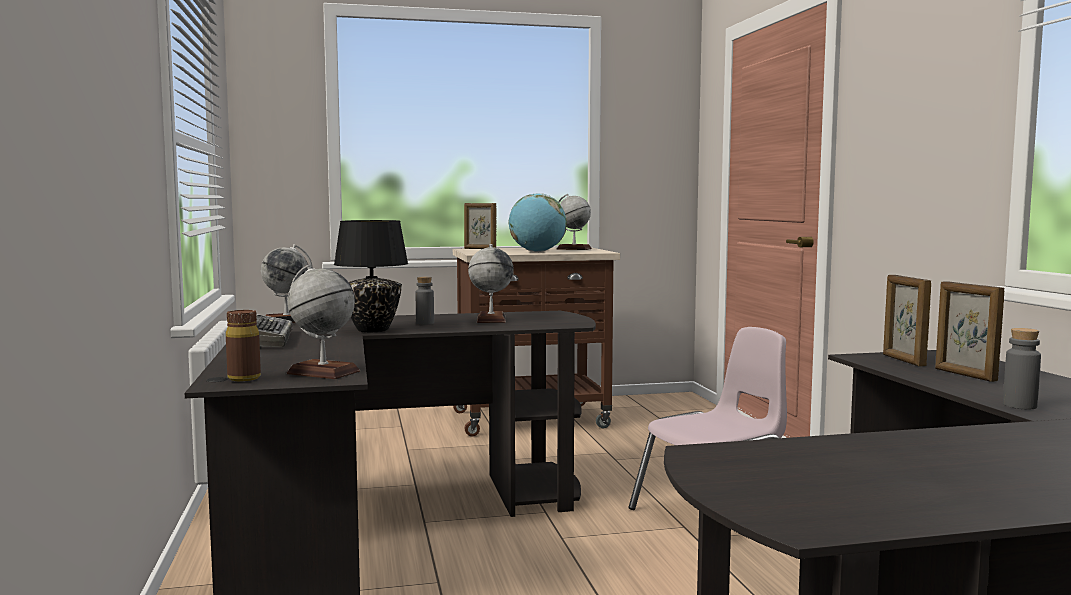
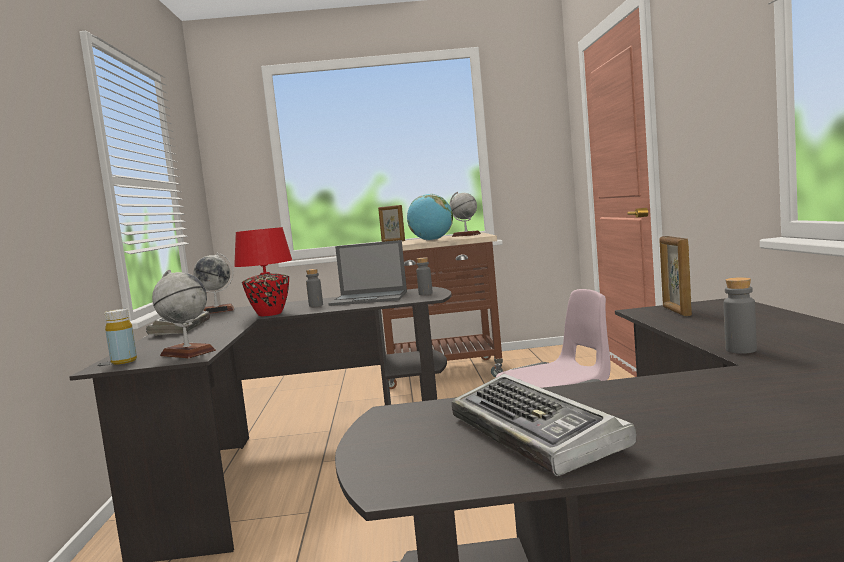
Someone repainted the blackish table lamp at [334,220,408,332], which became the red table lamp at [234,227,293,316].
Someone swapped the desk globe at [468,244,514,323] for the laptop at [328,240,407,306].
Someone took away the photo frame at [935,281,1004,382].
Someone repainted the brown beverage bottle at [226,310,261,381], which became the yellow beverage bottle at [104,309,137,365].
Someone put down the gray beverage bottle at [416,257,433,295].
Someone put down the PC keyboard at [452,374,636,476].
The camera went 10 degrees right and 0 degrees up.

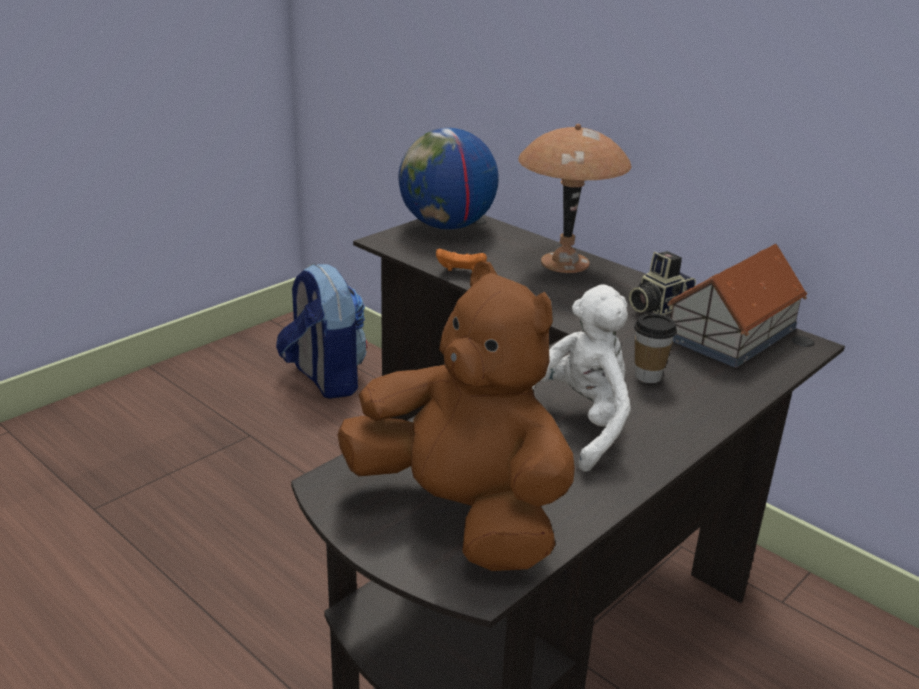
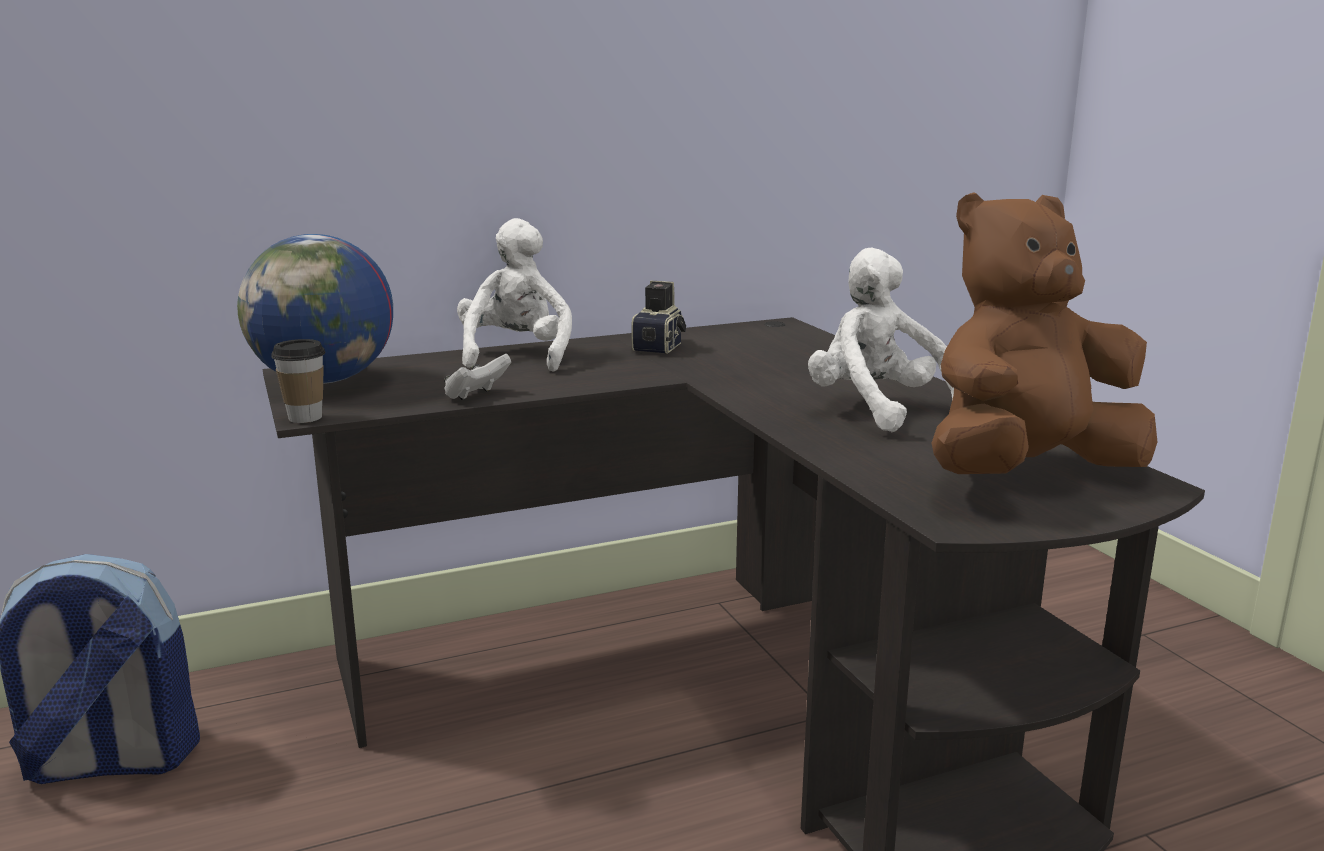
Someone swapped the brown table lamp at [518,124,632,273] for the white-coloured soft toy at [457,218,572,372].
Someone took away the toy house at [667,244,808,368].
Someone repainted the orange game controller at [436,249,487,271], which became the white-coloured game controller at [444,354,511,400].
Someone rotated the photo camera at [629,251,696,315] by 150 degrees counterclockwise.
Someone carried the cup from [634,313,677,383] to [271,339,325,423].
The camera went 65 degrees left and 10 degrees down.

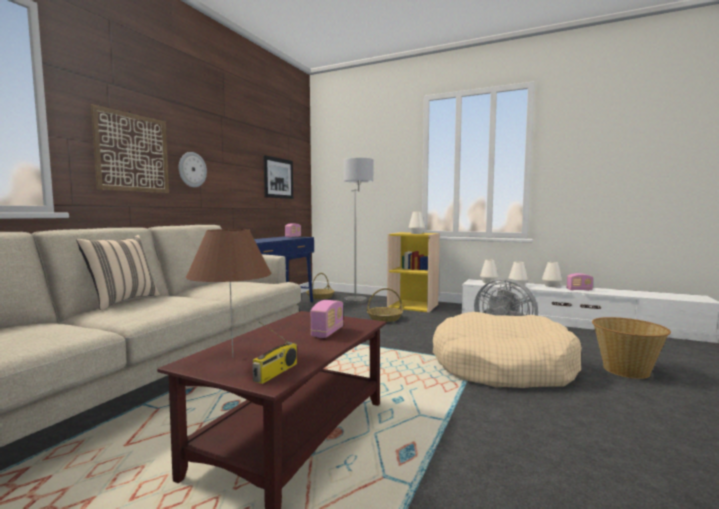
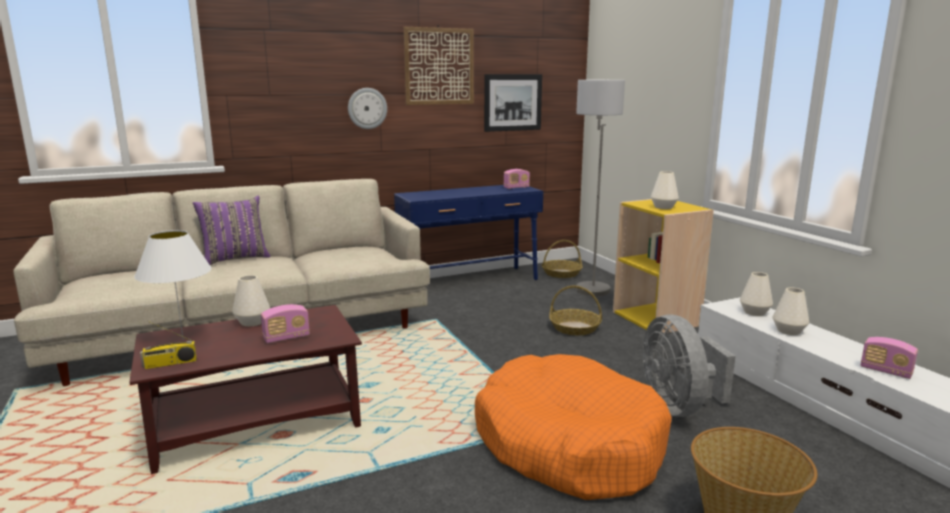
Someone carried the wall art from [91,104,169,193] to [404,25,474,105].
Someone repainted the brown table lamp at [186,229,272,357], which became the white-coloured table lamp at [134,230,212,340].
Someone repainted the beige throw pillow at [76,235,160,310], which became the purplish throw pillow at [193,196,271,265].
Someone carried the white-coloured flower vase from [542,262,562,287] to [232,275,270,326].
Someone repainted the beige dog cushion at [433,312,582,388], which became the orange dog cushion at [475,354,672,500].
The camera went 40 degrees right and 10 degrees up.

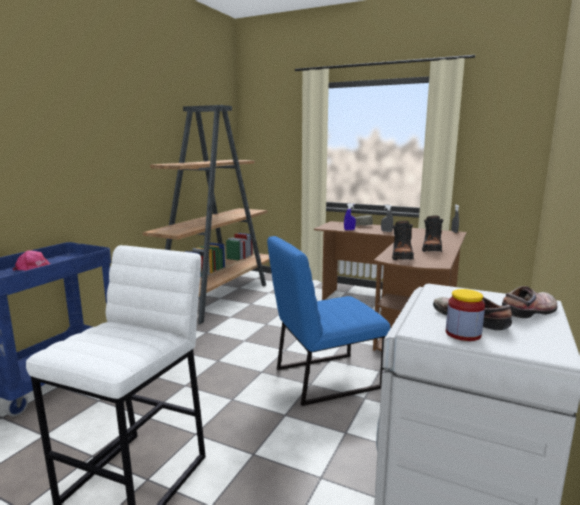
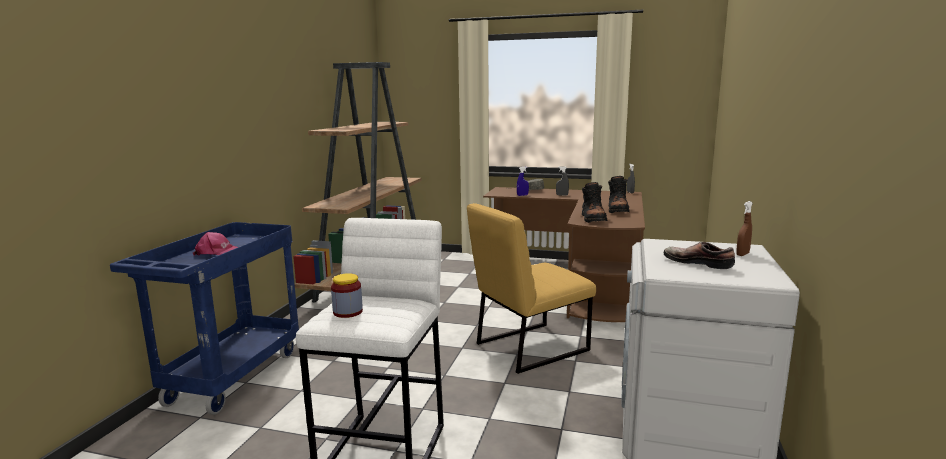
Someone repainted the bluish upright chair at [267,236,390,406], which became the yellow upright chair at [467,203,596,374].
Someone swapped the shoe at [502,286,557,318] for the brown hand sprayer at [736,201,753,256].
Someone carried the storage jar from [446,289,485,341] to [331,273,363,318].
The camera went 10 degrees left and 0 degrees up.

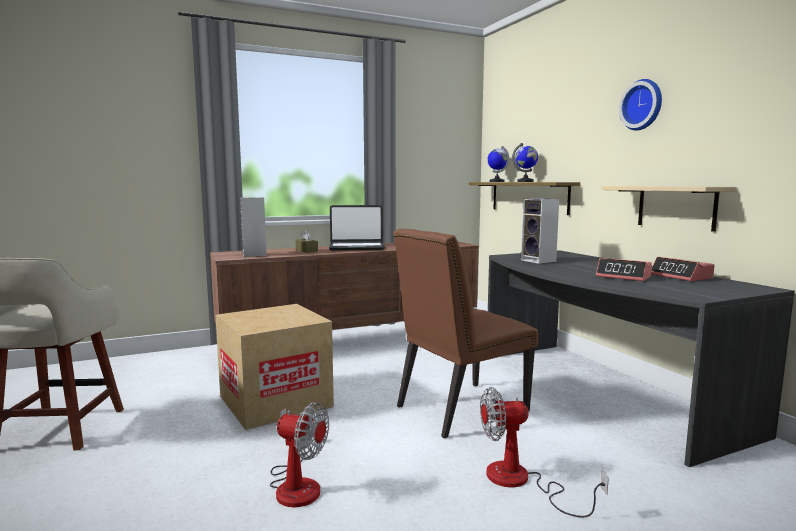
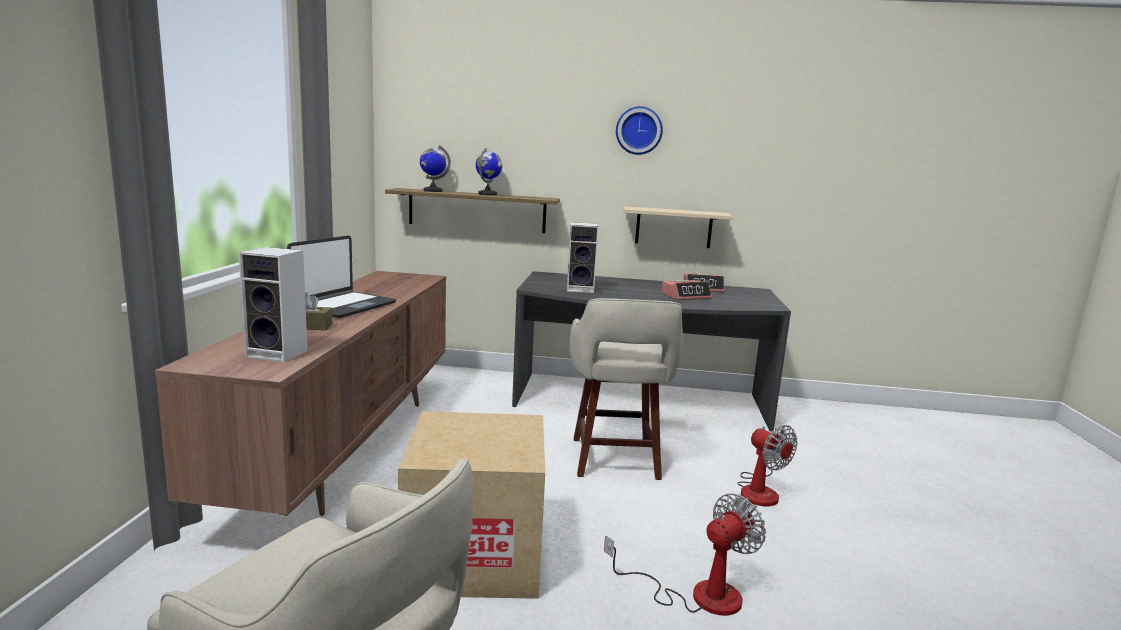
Someone swapped the brown upright chair at [393,229,538,438] for the beige stool seat at [570,298,683,480].
Someone rotated the fan at [480,387,609,518] by 60 degrees counterclockwise.
The camera went 60 degrees left and 5 degrees up.

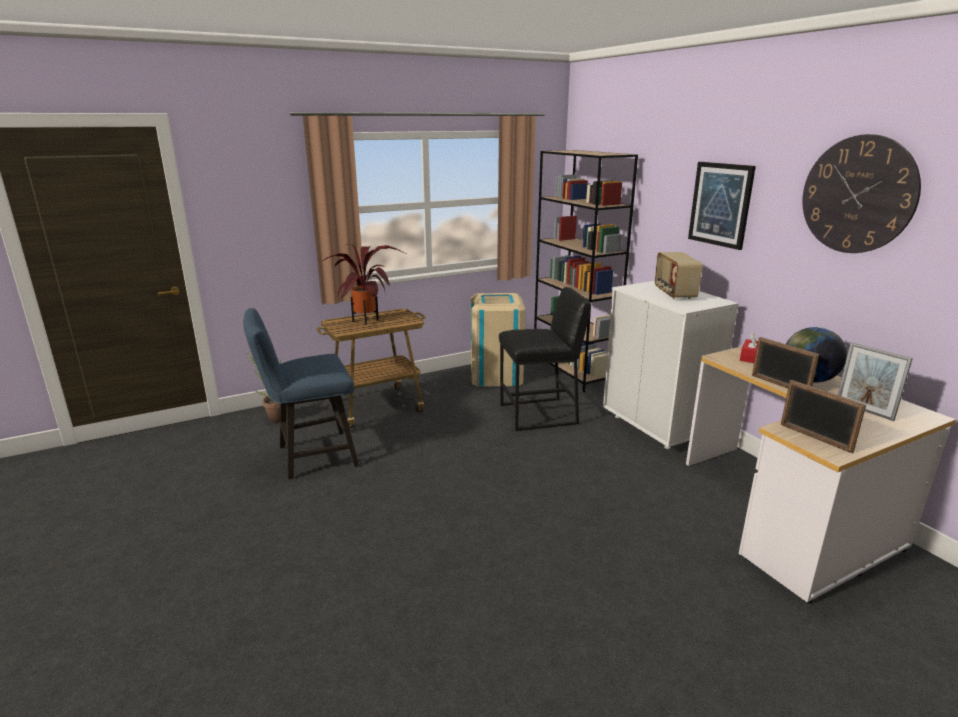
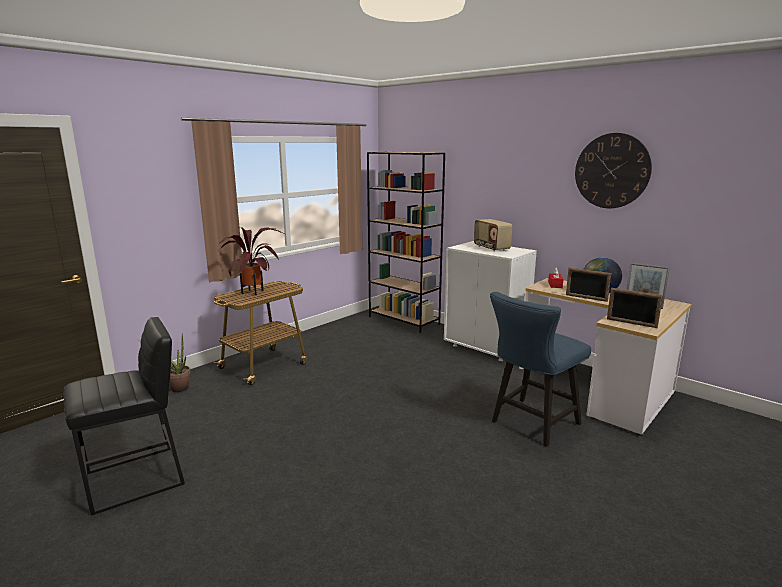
Someone took away the wall art at [688,162,756,250].
Someone carried the blackish upright chair from [499,287,591,431] to [64,317,185,516].
Someone took away the beige waste bin at [471,293,525,387].
Someone carried the bluish upright chair from [243,308,359,479] to [490,292,591,447].
The camera went 20 degrees left and 5 degrees down.

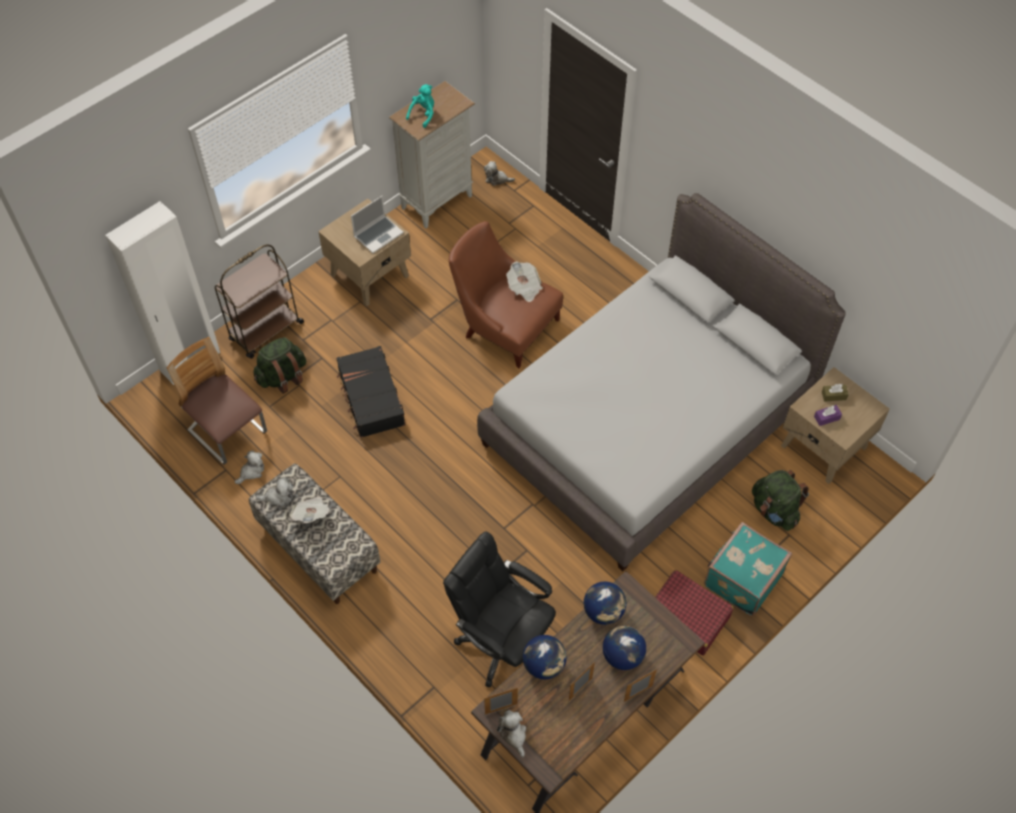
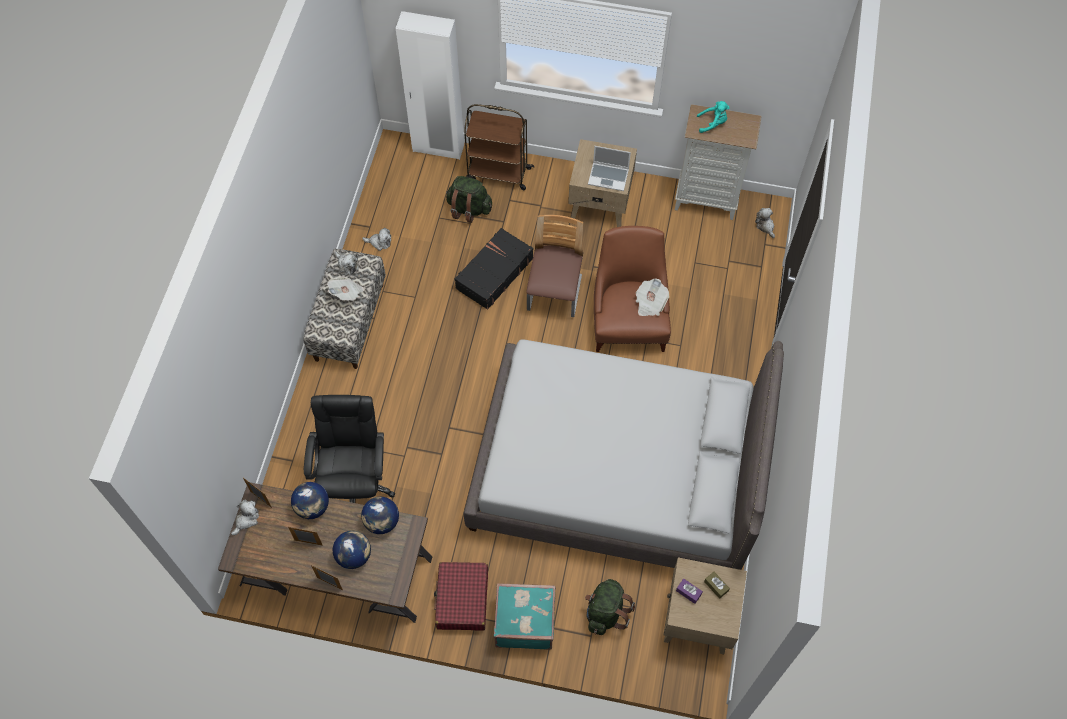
Someone carried the upright chair from [167,337,267,465] to [526,215,583,317].
The camera went 55 degrees right and 5 degrees up.

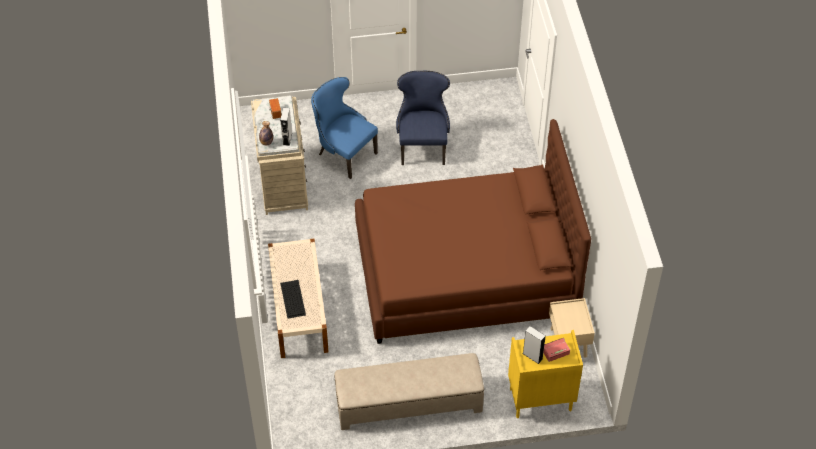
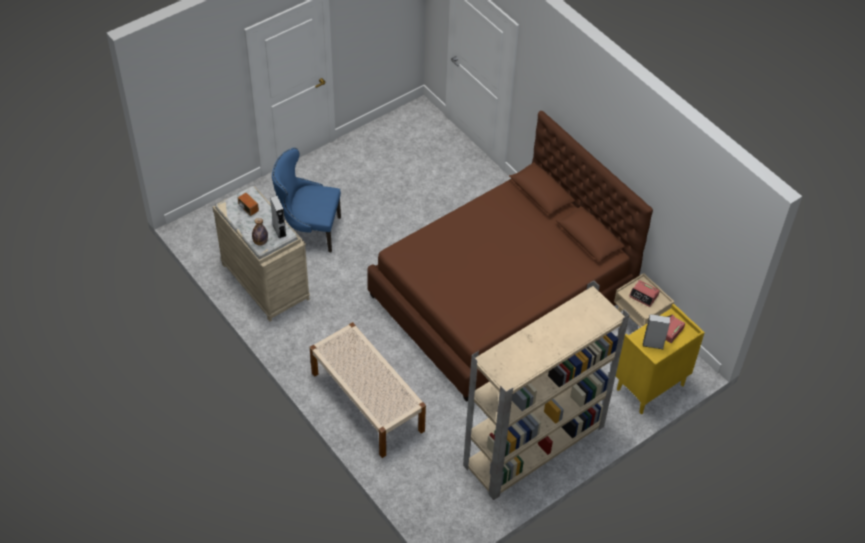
Someone took away the bluish upright chair at [396,71,450,165].
Someone took away the PC keyboard at [280,280,306,319].
Someone swapped the beige long seat at [334,353,484,430] for the beige bookcase at [463,281,629,500].
Someone put down the bedside clock at [629,280,660,307].
The camera went 30 degrees left and 0 degrees up.

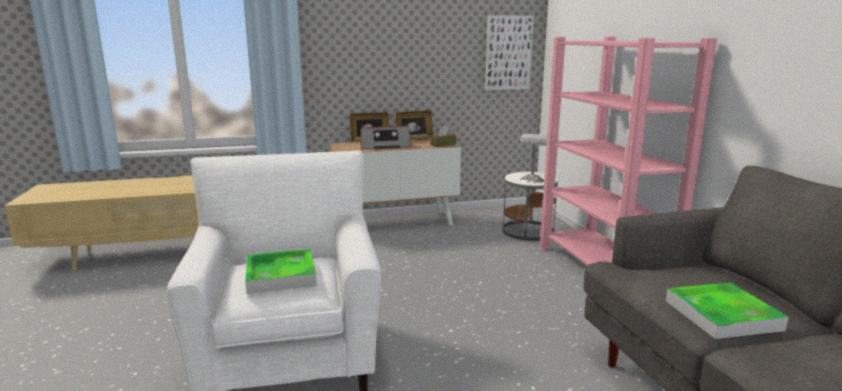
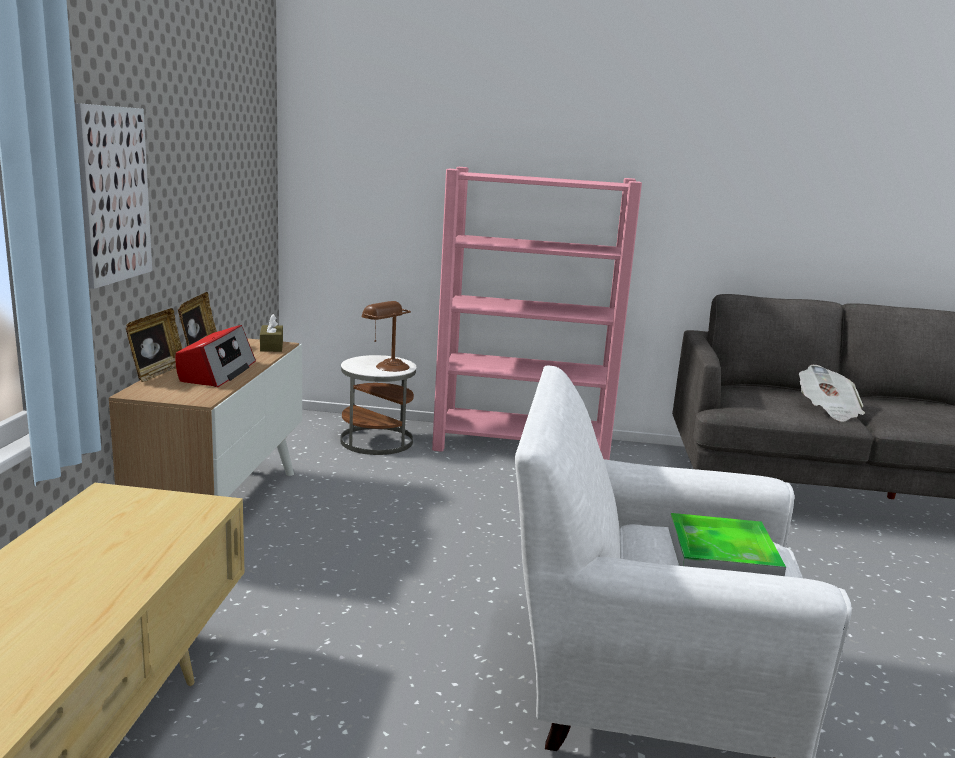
Someone carried the wall art from [485,15,534,90] to [75,103,152,289].
Someone repainted the white-coloured table lamp at [517,134,547,183], which became the brown table lamp at [362,301,411,372].
Someone swapped the tray at [666,282,789,339] for the newspaper at [799,365,865,422].
The camera went 70 degrees left and 0 degrees up.

